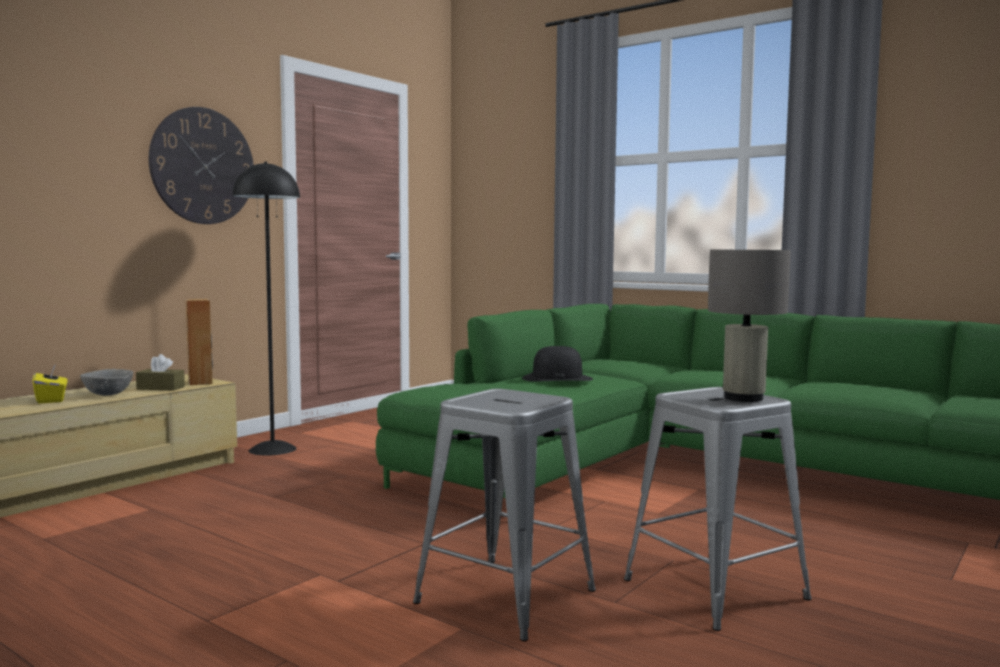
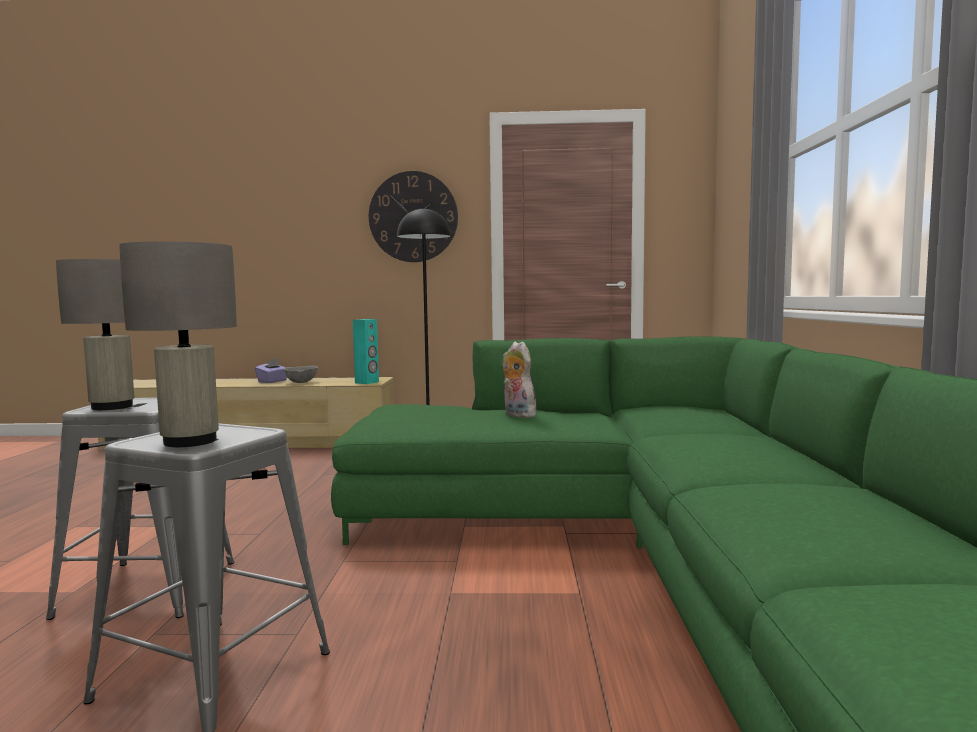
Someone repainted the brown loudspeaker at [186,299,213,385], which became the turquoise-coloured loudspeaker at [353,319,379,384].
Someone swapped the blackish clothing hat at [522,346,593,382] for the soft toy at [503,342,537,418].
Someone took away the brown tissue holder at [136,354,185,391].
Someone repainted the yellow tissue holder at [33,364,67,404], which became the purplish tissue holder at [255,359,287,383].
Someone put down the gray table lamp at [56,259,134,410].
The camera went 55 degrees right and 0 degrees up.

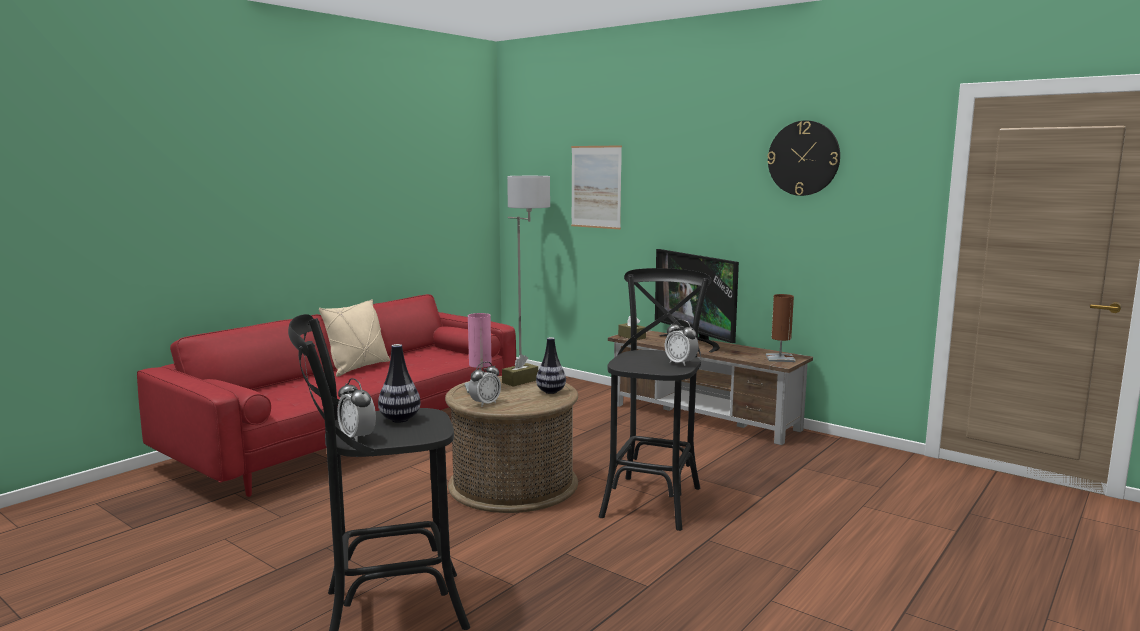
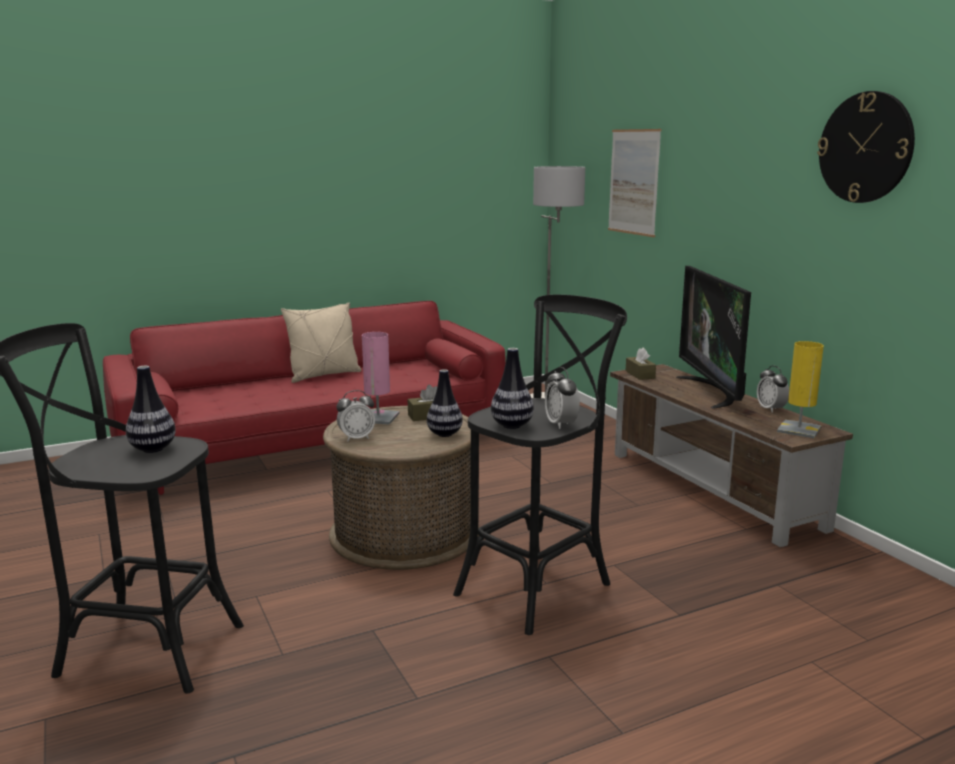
Someone repainted the brown table lamp at [766,294,796,362], which became the yellow table lamp at [777,341,824,438].
Someone carried the bedside clock from [337,378,376,442] to [757,365,789,413].
Someone put down the flower vase at [491,348,534,429].
The camera went 25 degrees right and 5 degrees up.

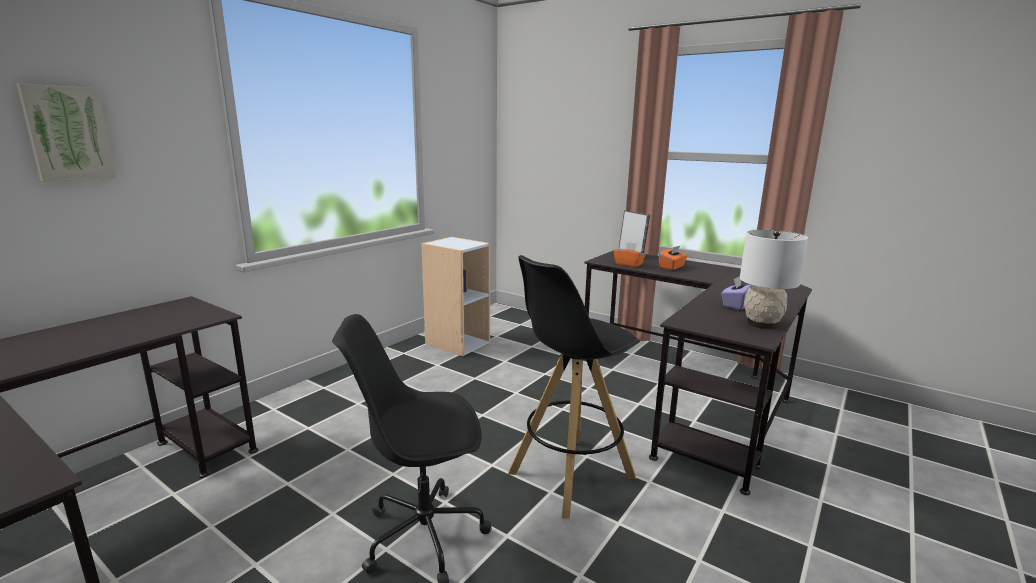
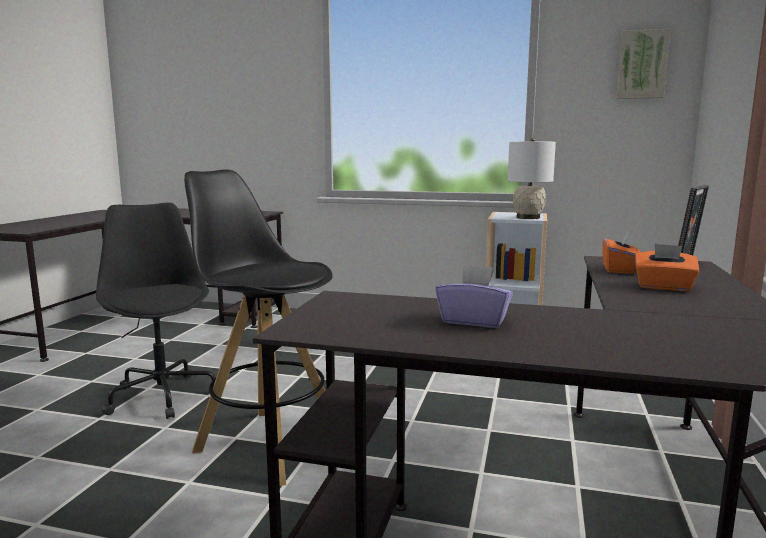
Someone carried the wall art from [17,83,116,182] to [616,29,670,99].
Someone carried the white-coloured table lamp from [740,230,808,329] to [508,138,556,219].
The camera went 70 degrees right and 5 degrees down.

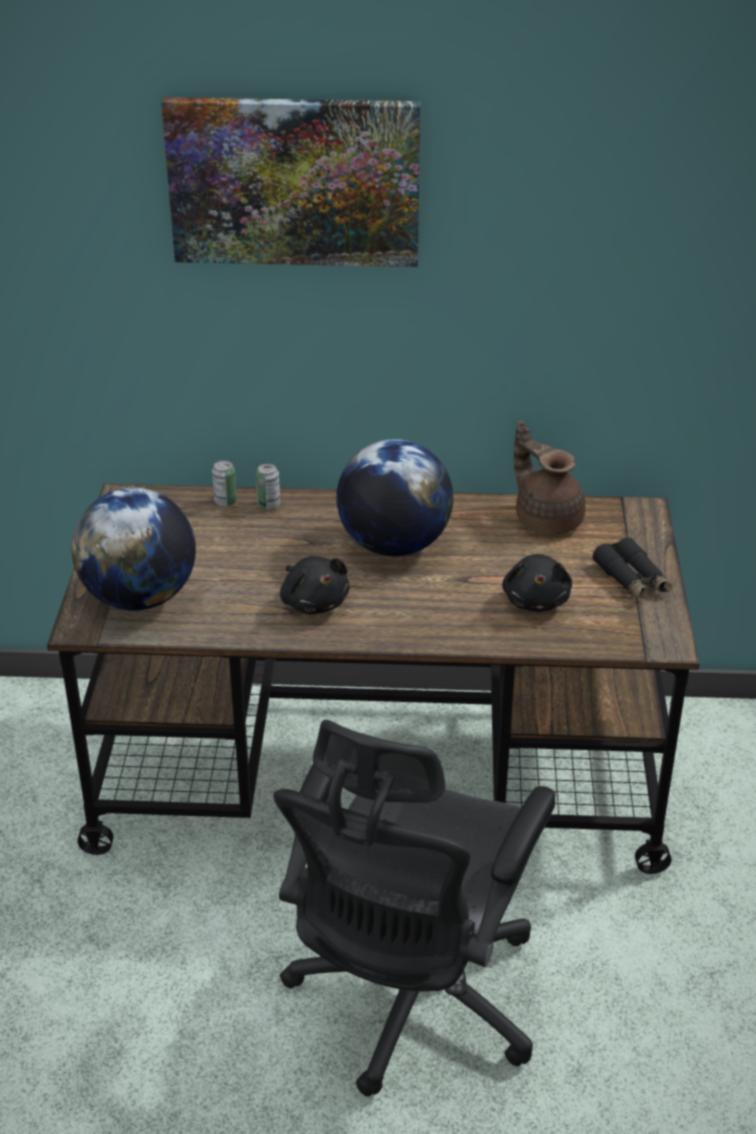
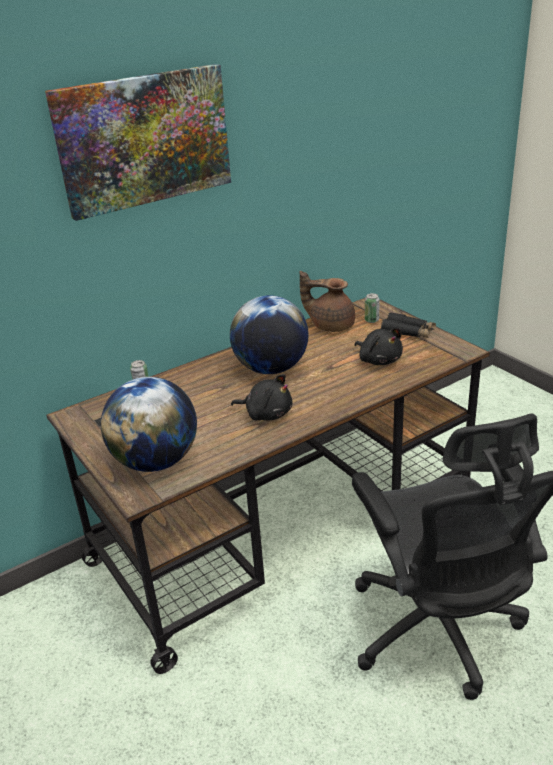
Someone carried the metal can from [256,463,280,510] to [365,293,380,323].
The camera went 35 degrees left and 5 degrees down.

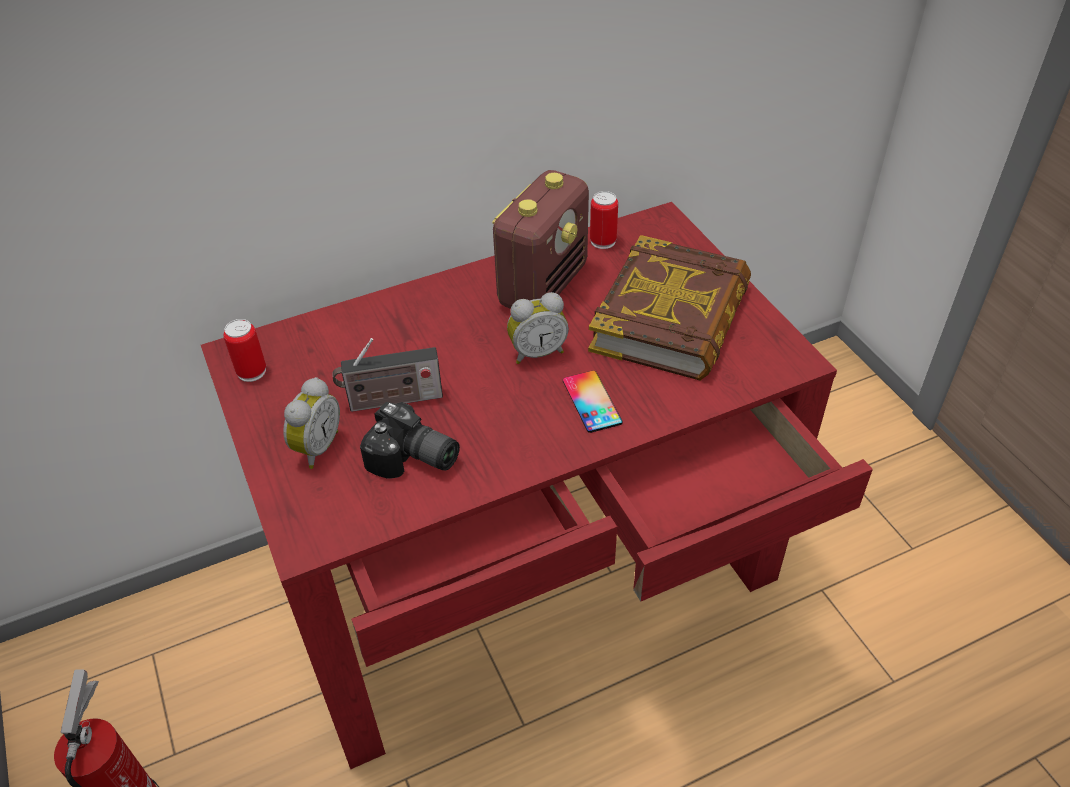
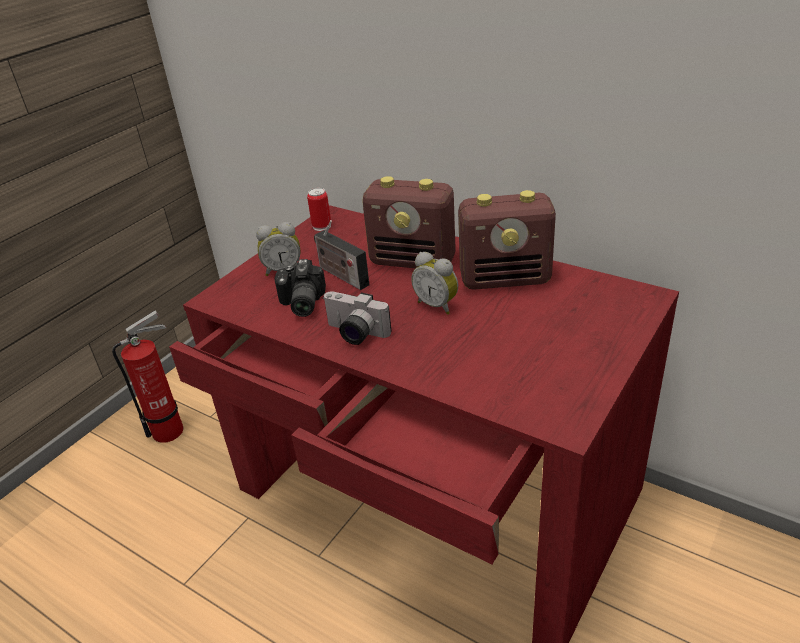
Someone took away the metal can at [590,191,618,249].
Someone took away the bound book at [588,235,751,381].
Someone took away the telephone at [563,370,623,433].
Someone put down the radio set at [362,176,456,268].
Someone put down the photo camera at [323,291,392,345].
The camera went 60 degrees right and 10 degrees down.

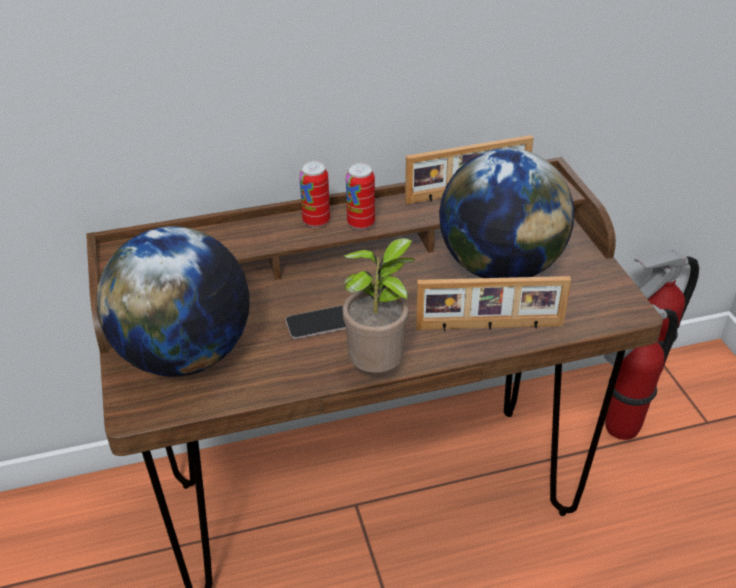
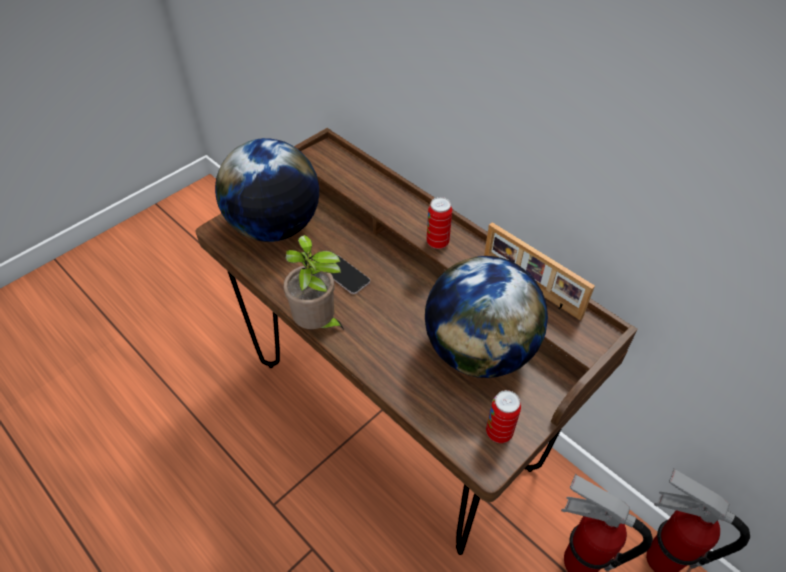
Someone carried the metal can from [299,161,330,228] to [486,390,521,443].
Someone took away the photo frame at [416,276,571,331].
The camera went 60 degrees right and 10 degrees up.

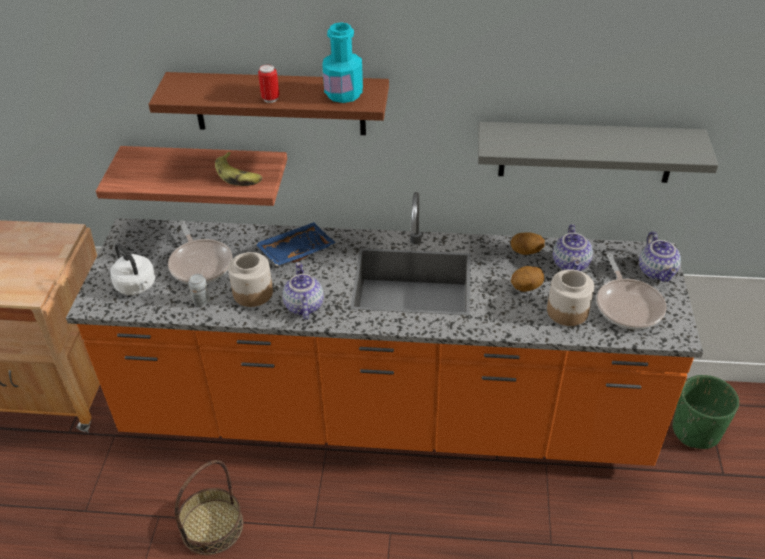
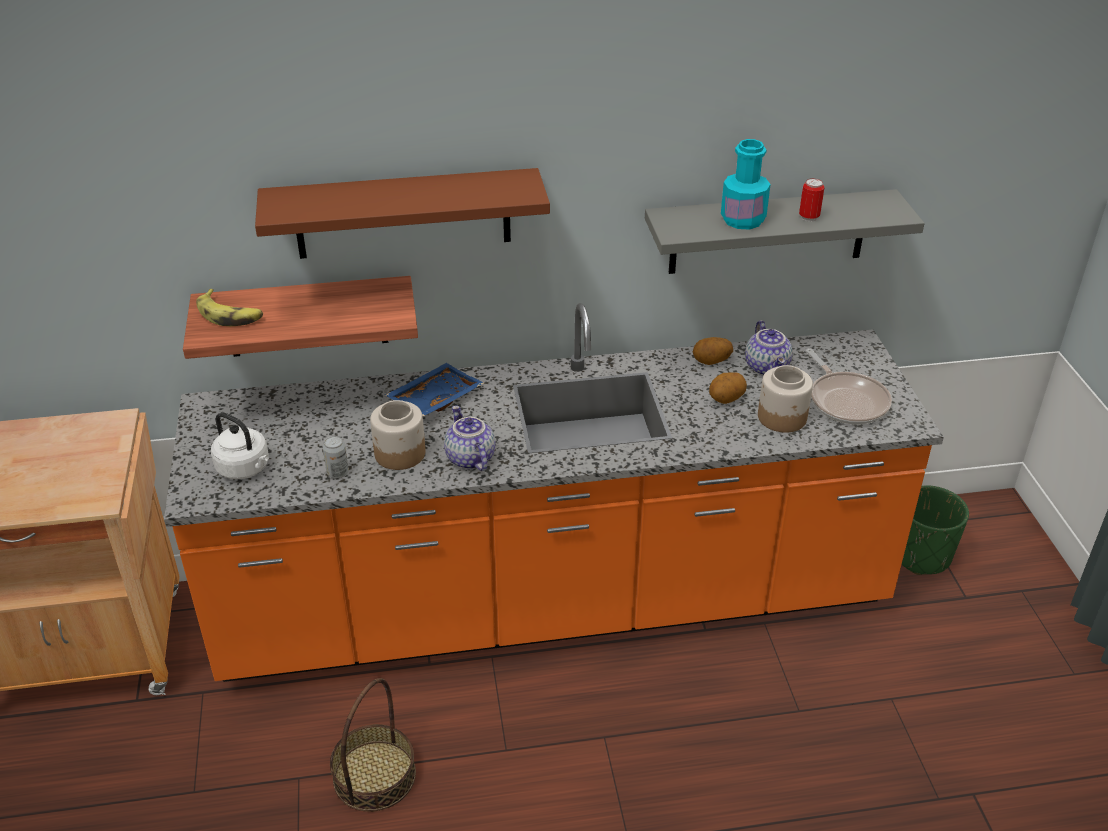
Someone carried the turquoise-coloured beverage bottle from [322,22,363,103] to [721,139,771,230].
Someone carried the metal can from [258,64,279,103] to [799,178,825,222].
Someone carried the banana from [215,152,263,186] to [196,289,263,326].
Someone took away the frying pan at [168,220,232,284].
Someone took away the teapot at [639,231,681,282].
The camera went 15 degrees left and 5 degrees down.

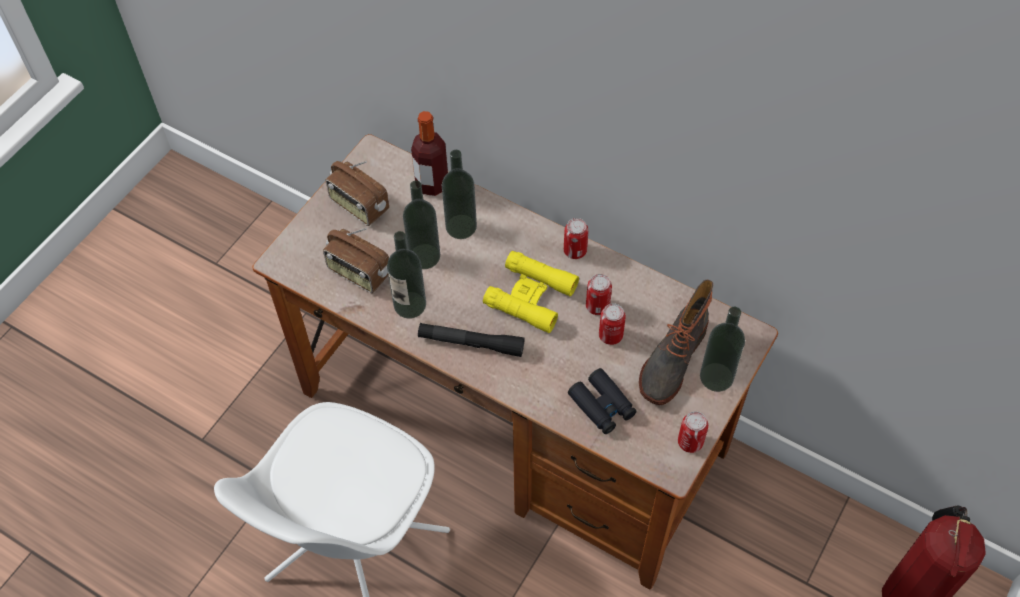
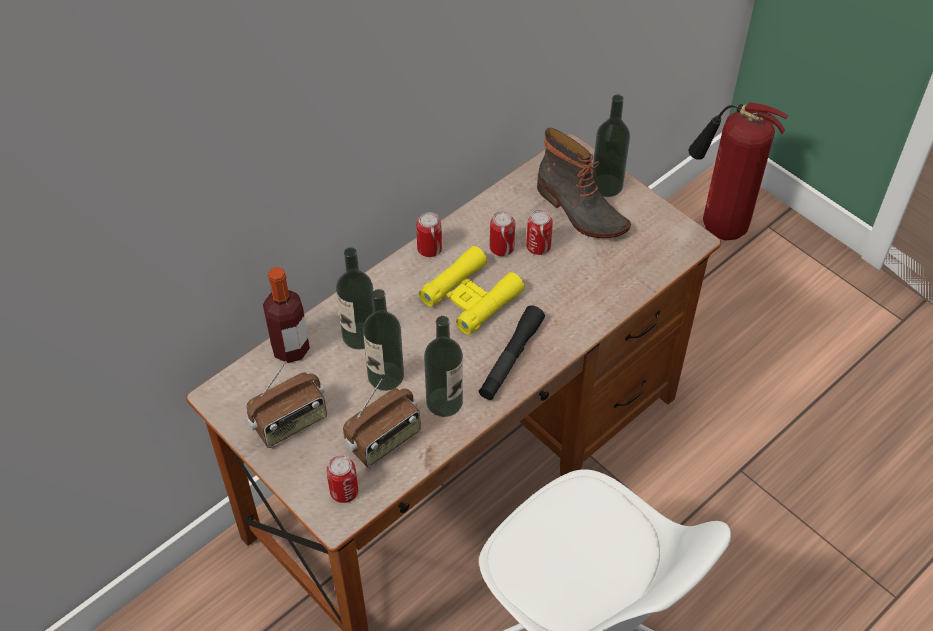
Someone took away the blackish pair of binoculars at [568,368,637,434].
Someone carried the metal can from [678,411,708,453] to [326,455,358,503].
The camera went 75 degrees left and 5 degrees down.

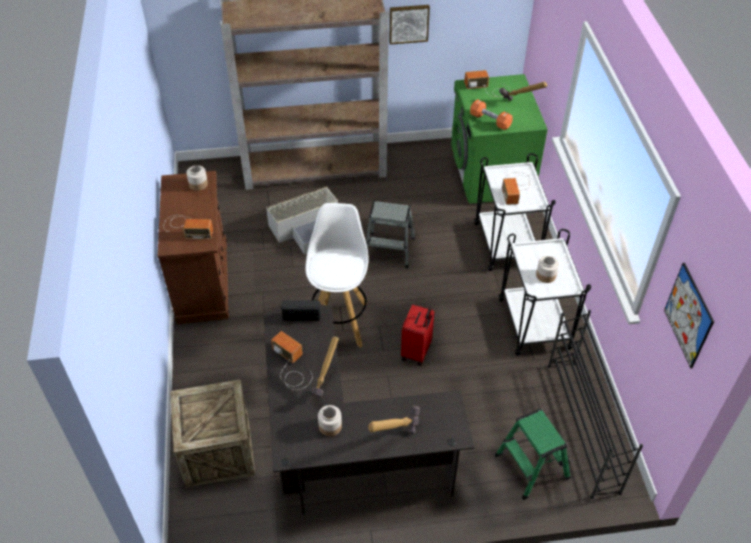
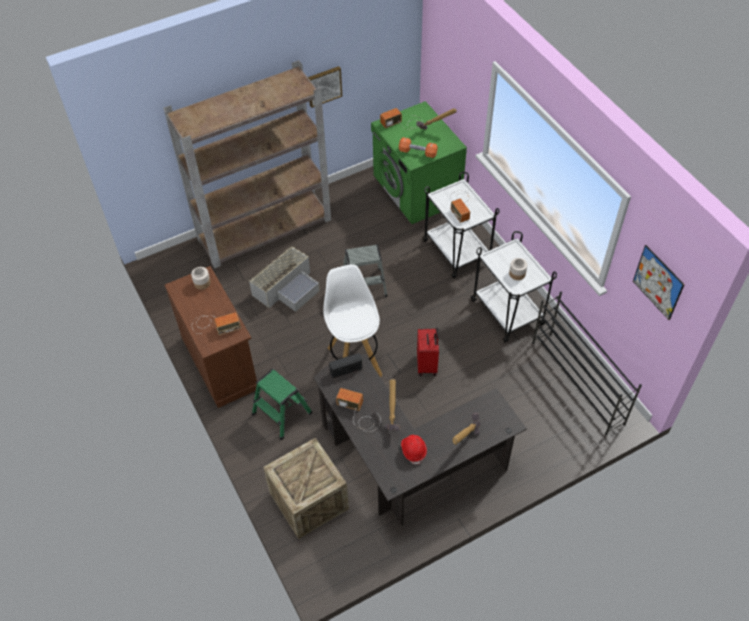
Someone swapped the storage jar at [318,405,342,436] for the red work helmet at [401,435,427,464].
Someone carried the greenish step ladder from [495,408,571,500] to [252,368,313,441].
The camera went 20 degrees left and 5 degrees up.

